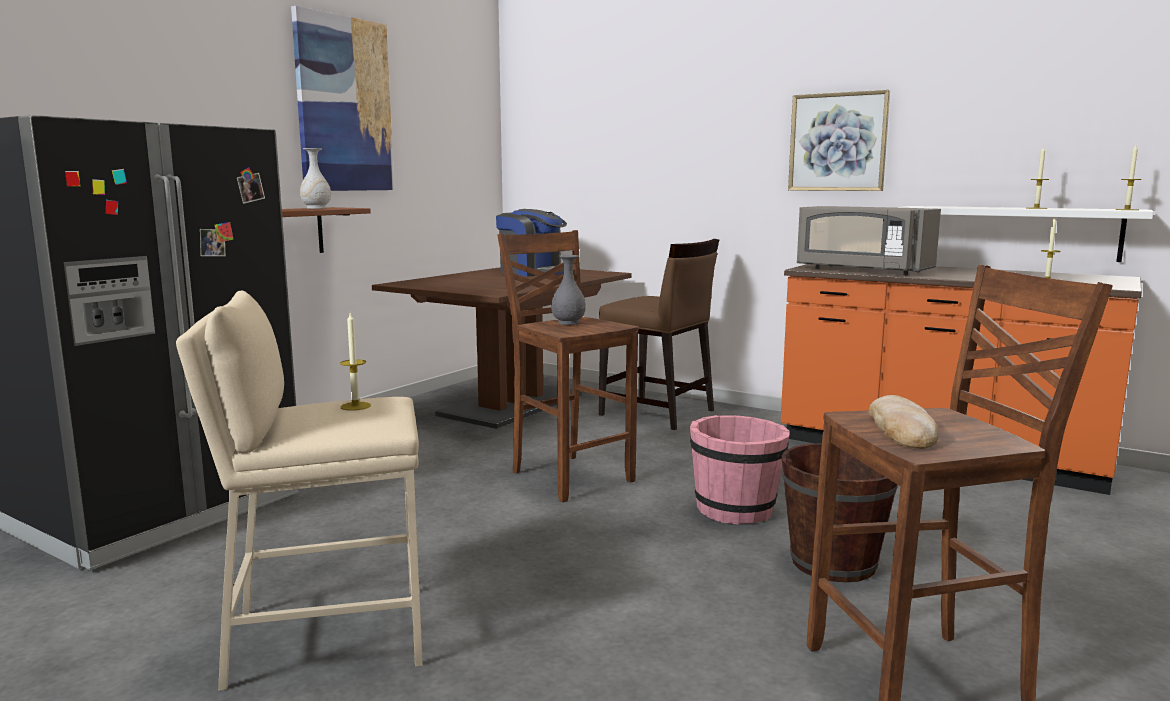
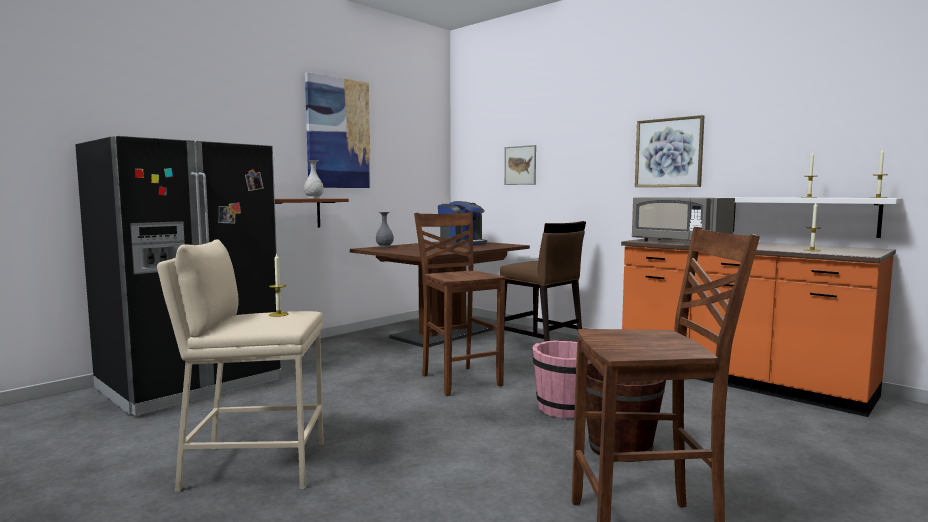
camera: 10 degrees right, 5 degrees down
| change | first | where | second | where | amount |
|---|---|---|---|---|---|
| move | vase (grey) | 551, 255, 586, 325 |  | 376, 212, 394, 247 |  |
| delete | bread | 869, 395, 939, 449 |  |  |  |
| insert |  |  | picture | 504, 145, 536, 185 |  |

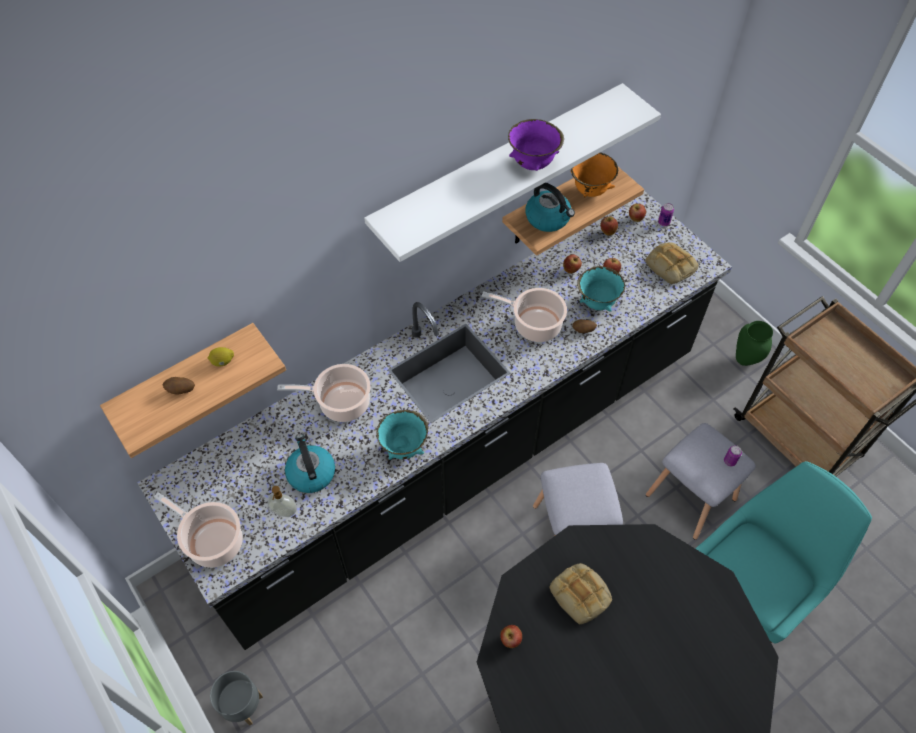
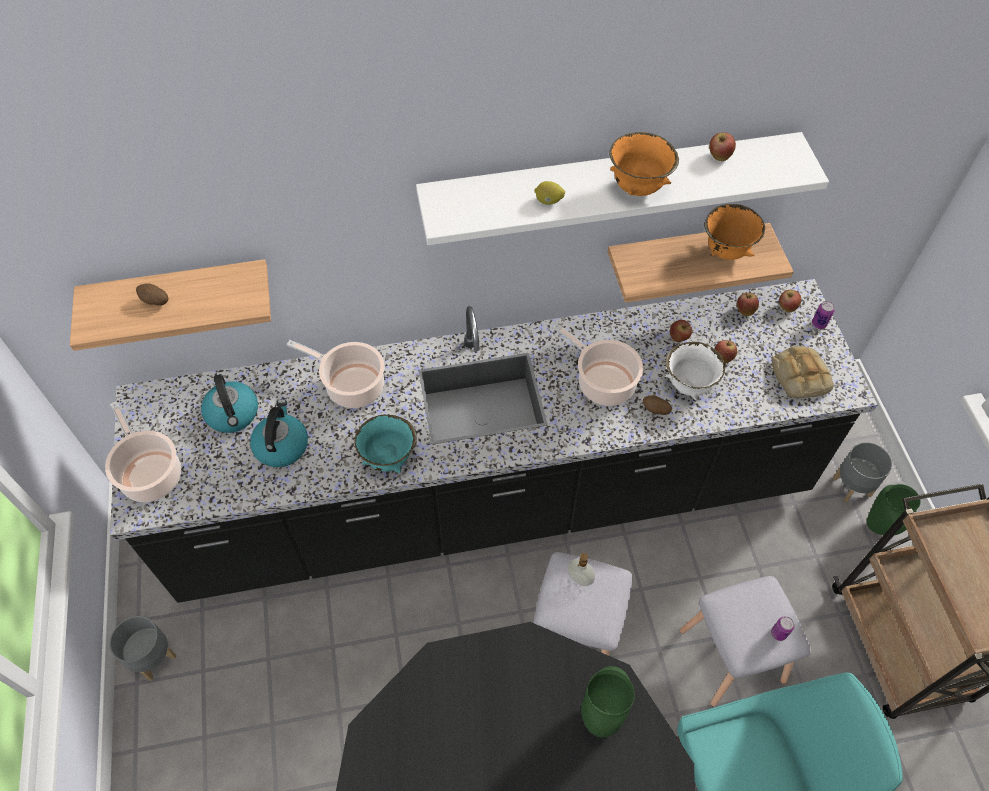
camera: 25 degrees right, 0 degrees up
| change | first | where | second | where | amount |
|---|---|---|---|---|---|
| move | lemon | 208, 347, 234, 367 |  | 535, 181, 565, 205 |  |
| move | soap dispenser | 267, 486, 297, 517 |  | 567, 553, 595, 586 |  |
| move | apple | 500, 625, 522, 648 |  | 709, 132, 736, 161 |  |
| recolor | bowl (purple) | 508, 119, 564, 171 | bowl (orange) | 609, 132, 679, 196 |  |
| move | kettle | 525, 183, 575, 232 |  | 201, 374, 258, 433 |  |
| delete | bread | 550, 563, 612, 624 |  |  |  |
| recolor | bowl (turquoise) | 577, 266, 625, 312 | bowl (white) | 665, 342, 725, 400 |  |
| insert |  |  | vase (green) | 581, 666, 635, 737 |  |
| insert |  |  | planter (grey) | 833, 442, 892, 503 |  |

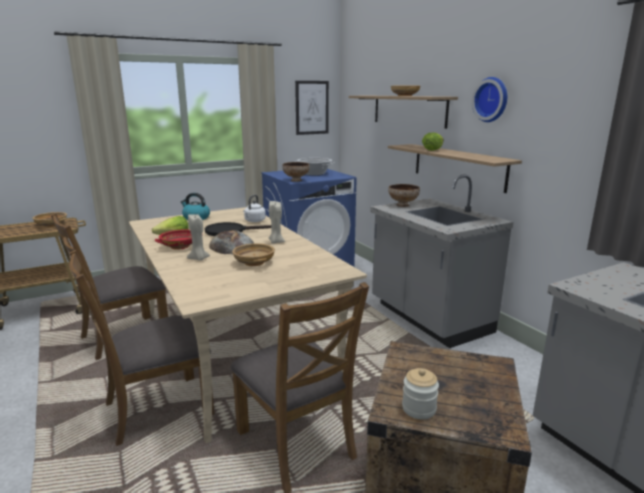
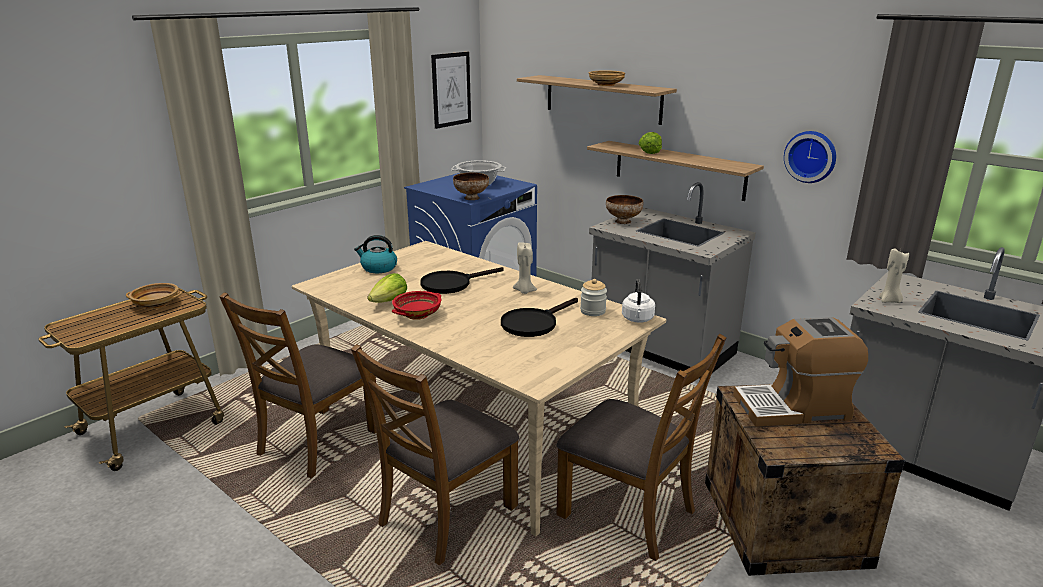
camera: 20 degrees left, 5 degrees up
| change | first | where | second | where | amount |
|---|---|---|---|---|---|
| move | candle (beige) | 187, 214, 210, 261 |  | 879, 248, 909, 303 |  |
| delete | bread | 209, 230, 254, 254 |  |  |  |
| replace | bowl (beige) | 232, 243, 275, 266 | frying pan (black) | 501, 298, 578, 337 |  |
| move | kettle (white) | 243, 195, 266, 222 |  | 622, 279, 655, 323 |  |
| move | jar | 402, 368, 439, 419 |  | 580, 279, 607, 316 |  |
| move | wall clock | 472, 77, 507, 122 |  | 784, 131, 836, 183 |  |
| insert |  |  | coffee machine | 733, 317, 868, 427 |  |

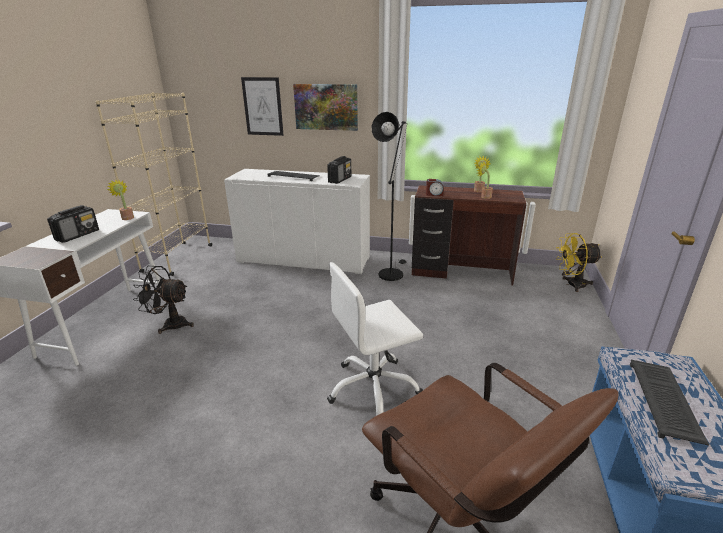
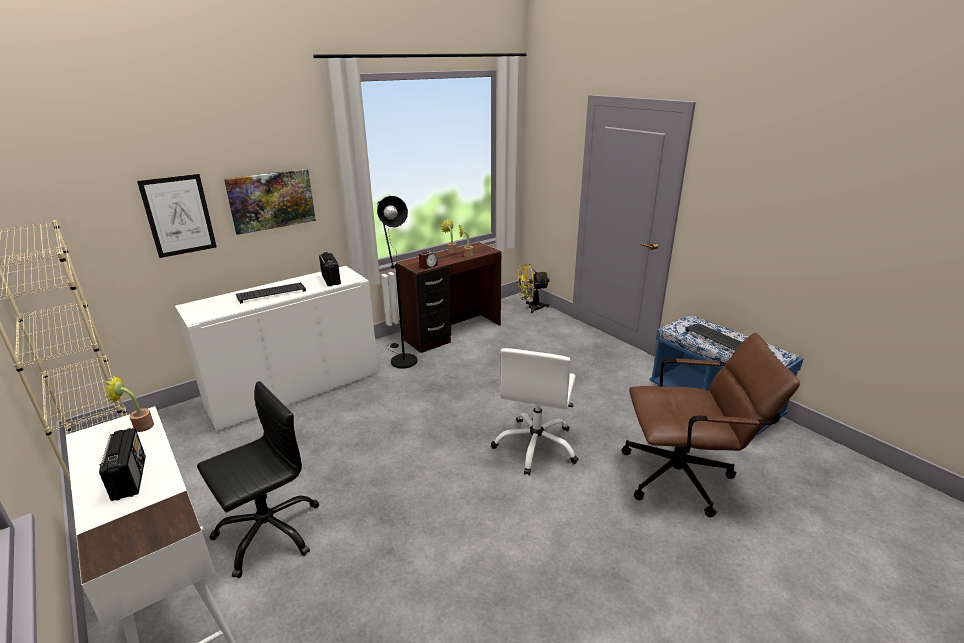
camera: 50 degrees left, 0 degrees up
| change | first | where | second | where | amount |
|---|---|---|---|---|---|
| replace | fan (black) | 133, 266, 194, 334 | office chair (black) | 197, 381, 319, 578 |  |
| rotate | fan (yellow) | 556, 233, 602, 292 |  | 517, 263, 550, 313 | 45 degrees clockwise |

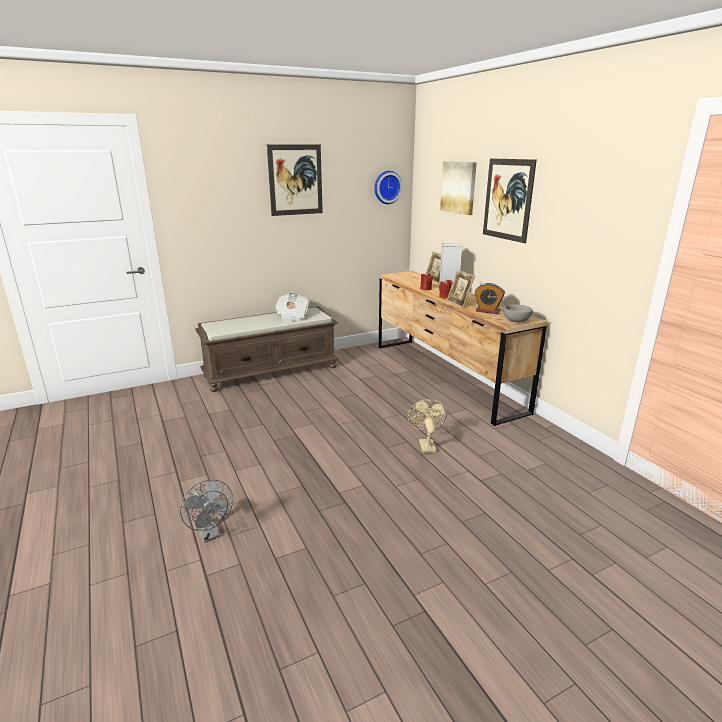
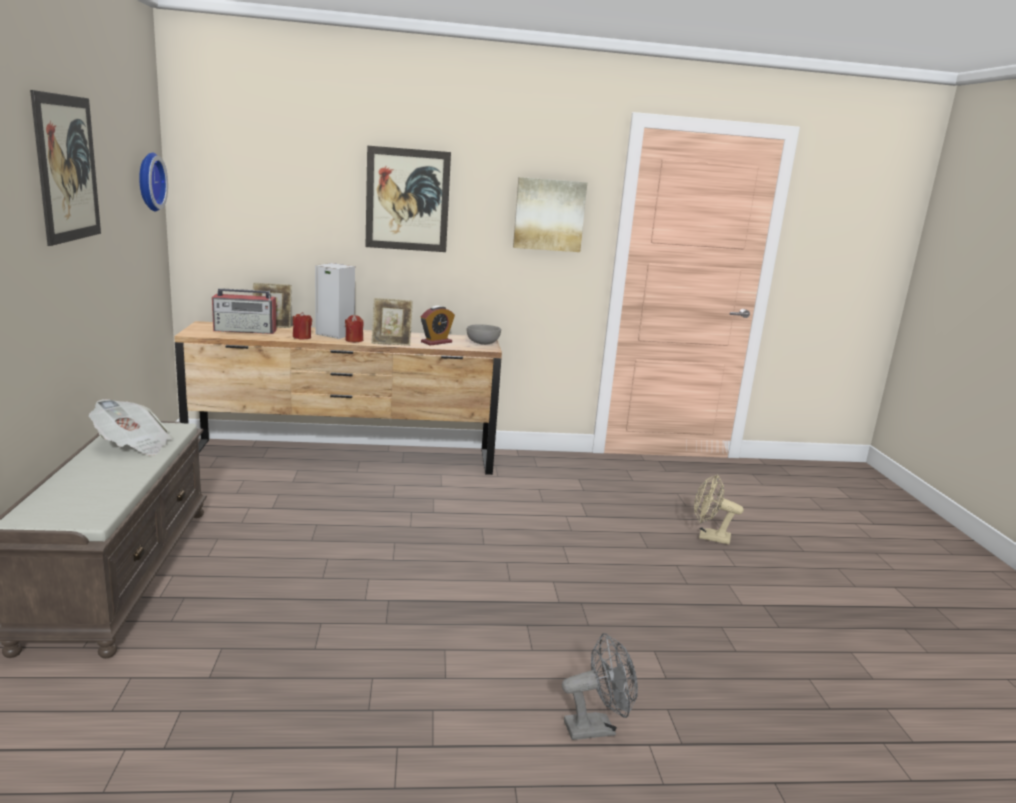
camera: 70 degrees left, 5 degrees down
| change | first | where | second | where | amount |
|---|---|---|---|---|---|
| move | fan (beige) | 408, 399, 447, 453 |  | 694, 474, 744, 544 |  |
| move | picture | 440, 161, 477, 215 |  | 513, 177, 587, 252 |  |
| insert |  |  | radio | 212, 288, 276, 334 |  |

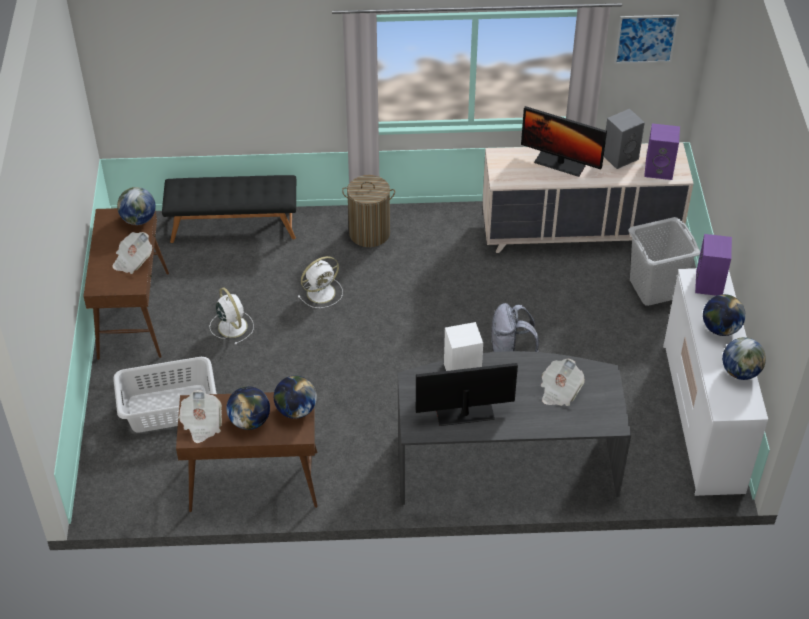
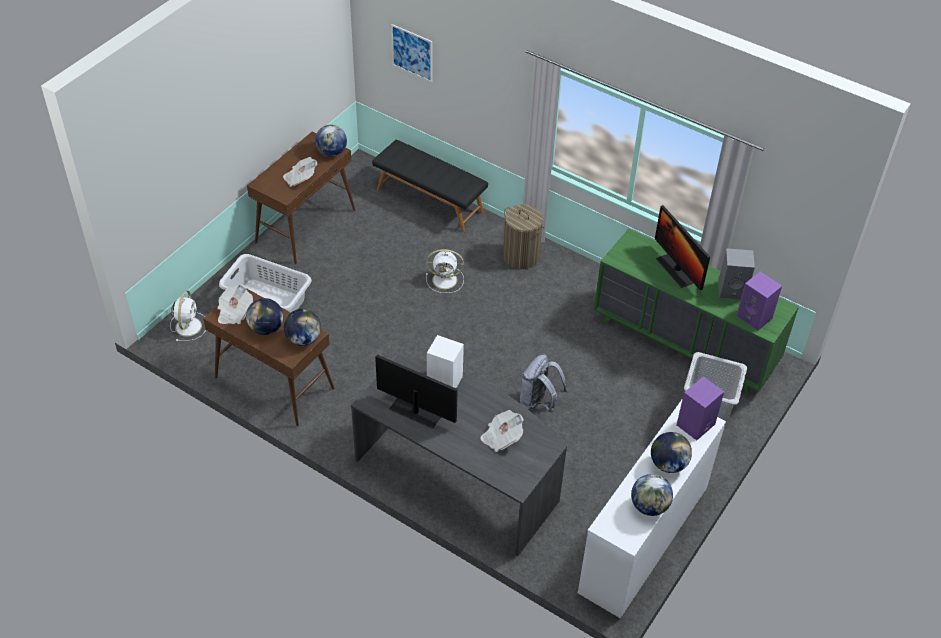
camera: 35 degrees right, 0 degrees up
| change | first | where | second | where | amount |
|---|---|---|---|---|---|
| move | fan (white) | 210, 287, 254, 344 |  | 170, 290, 206, 341 |  |
| recolor | dresser (beige) | 482, 143, 694, 253 | dresser (green) | 594, 229, 799, 394 |  |
| move | picture | 614, 15, 679, 64 |  | 391, 24, 432, 82 |  |

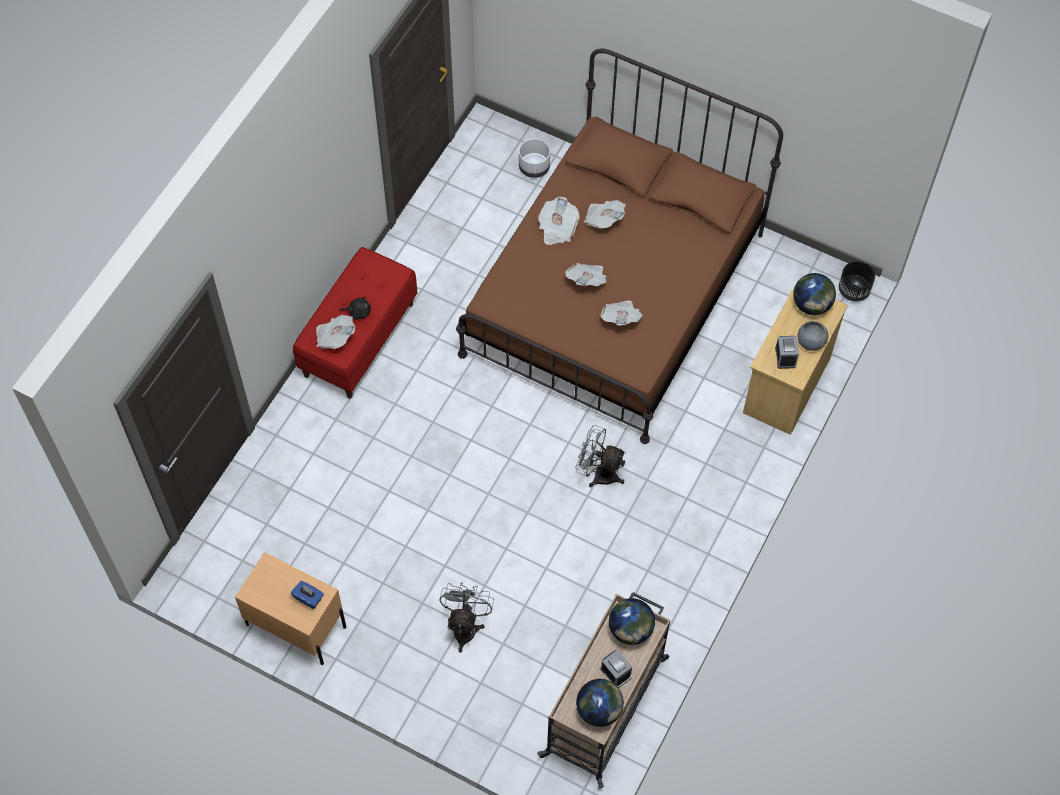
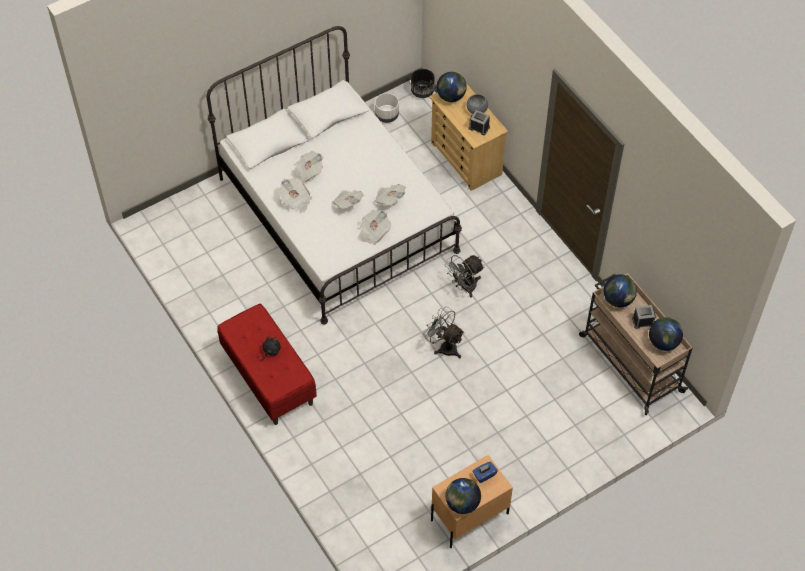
camera: 60 degrees left, 5 degrees down
| change | first | where | second | where | amount |
|---|---|---|---|---|---|
| move | newspaper | 316, 315, 355, 349 |  | 358, 210, 391, 245 |  |
| move | fan (grey) | 440, 582, 494, 652 |  | 424, 306, 465, 358 |  |
| recolor | bed (brown) | 456, 49, 783, 444 | bed (white) | 206, 26, 462, 324 |  |
| move | planter (white) | 519, 138, 550, 178 |  | 375, 93, 399, 123 |  |
| insert |  |  | globe | 445, 478, 481, 514 |  |

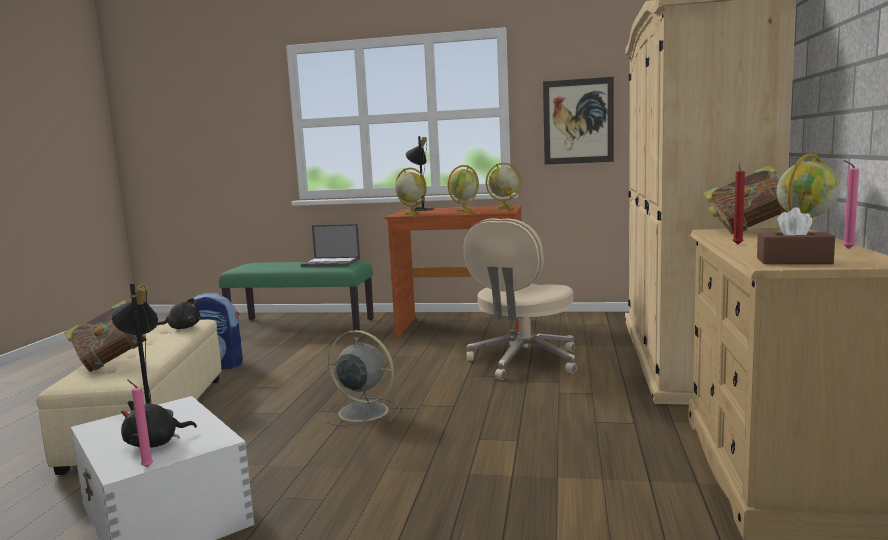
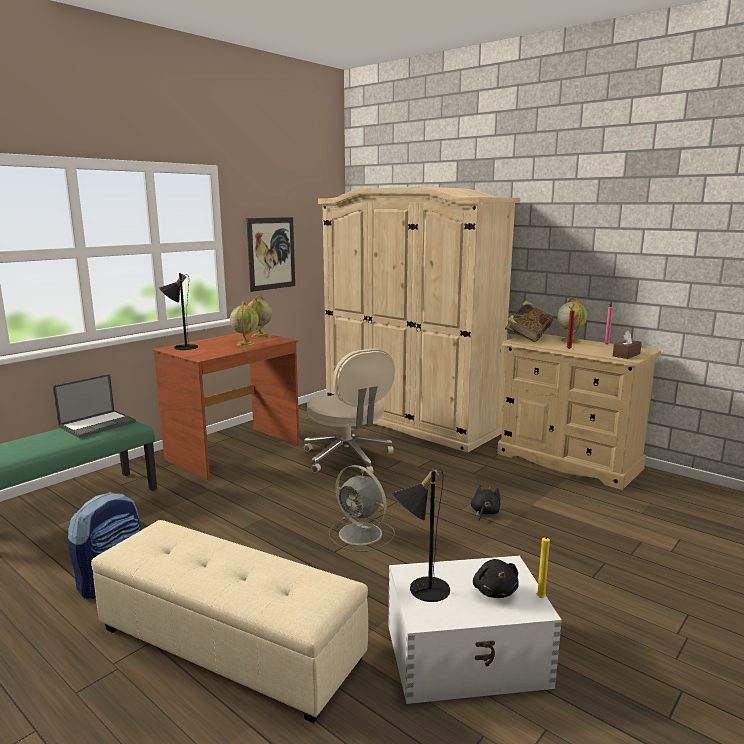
camera: 60 degrees left, 5 degrees up
| change | first | where | second | where | amount |
|---|---|---|---|---|---|
| delete | book | 64, 300, 147, 372 |  |  |  |
| recolor | candle (pink) | 127, 379, 153, 467 | candle (yellow) | 537, 535, 550, 598 |  |
| move | plush toy (black) | 155, 298, 201, 329 |  | 471, 485, 500, 521 |  |
| rotate | fan (grey) | 324, 330, 400, 426 |  | 329, 465, 395, 552 | 105 degrees counterclockwise |
| delete | globe | 395, 168, 427, 215 |  |  |  |

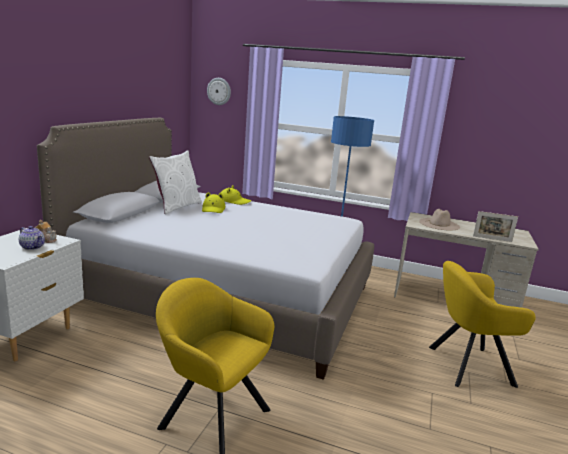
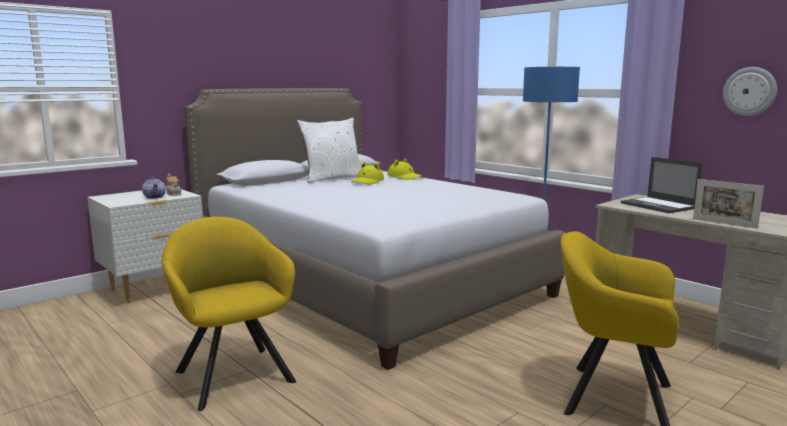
camera: 30 degrees right, 5 degrees down
| change | first | where | second | where | amount |
|---|---|---|---|---|---|
| move | wall clock | 207, 78, 231, 105 |  | 723, 67, 777, 116 |  |
| replace | hat (beige) | 419, 209, 460, 230 | laptop | 621, 157, 703, 213 |  |

